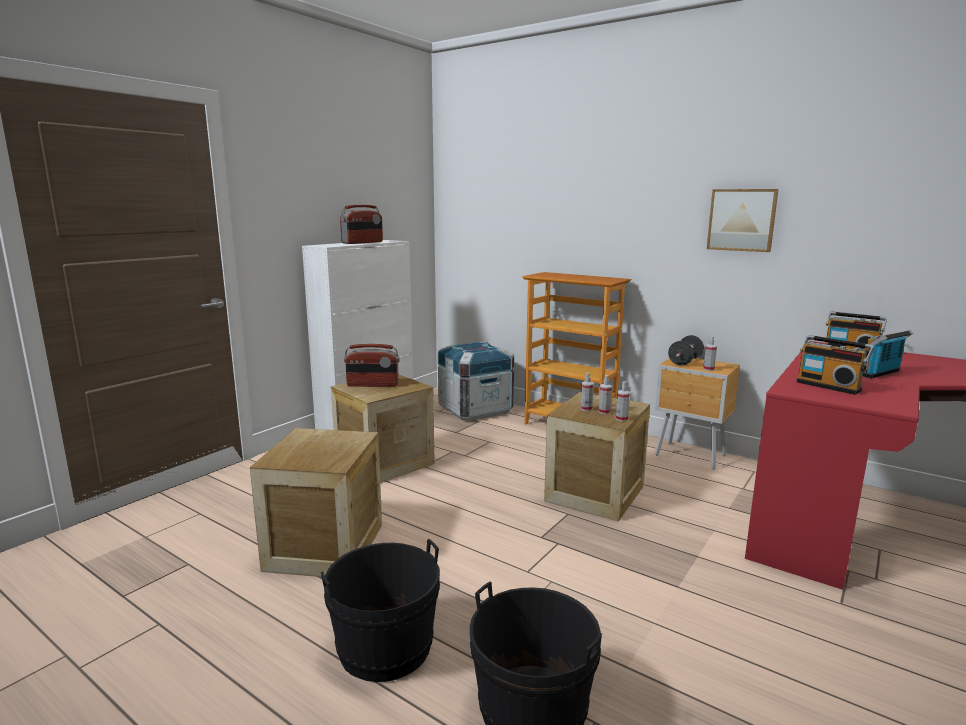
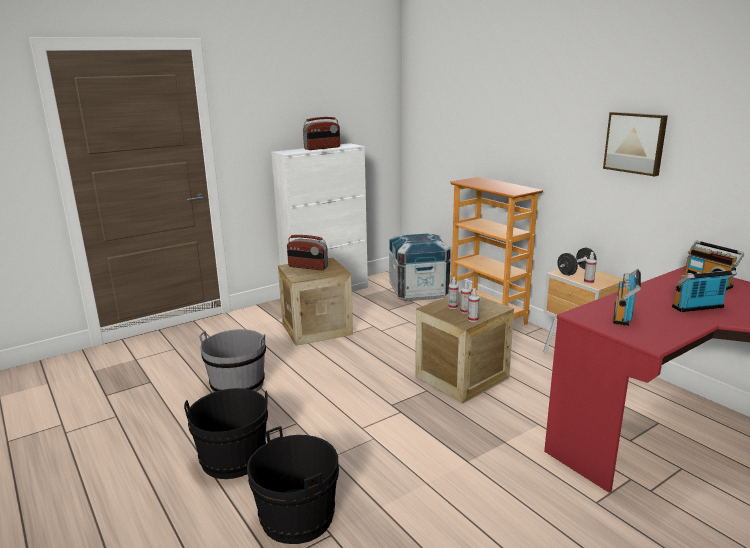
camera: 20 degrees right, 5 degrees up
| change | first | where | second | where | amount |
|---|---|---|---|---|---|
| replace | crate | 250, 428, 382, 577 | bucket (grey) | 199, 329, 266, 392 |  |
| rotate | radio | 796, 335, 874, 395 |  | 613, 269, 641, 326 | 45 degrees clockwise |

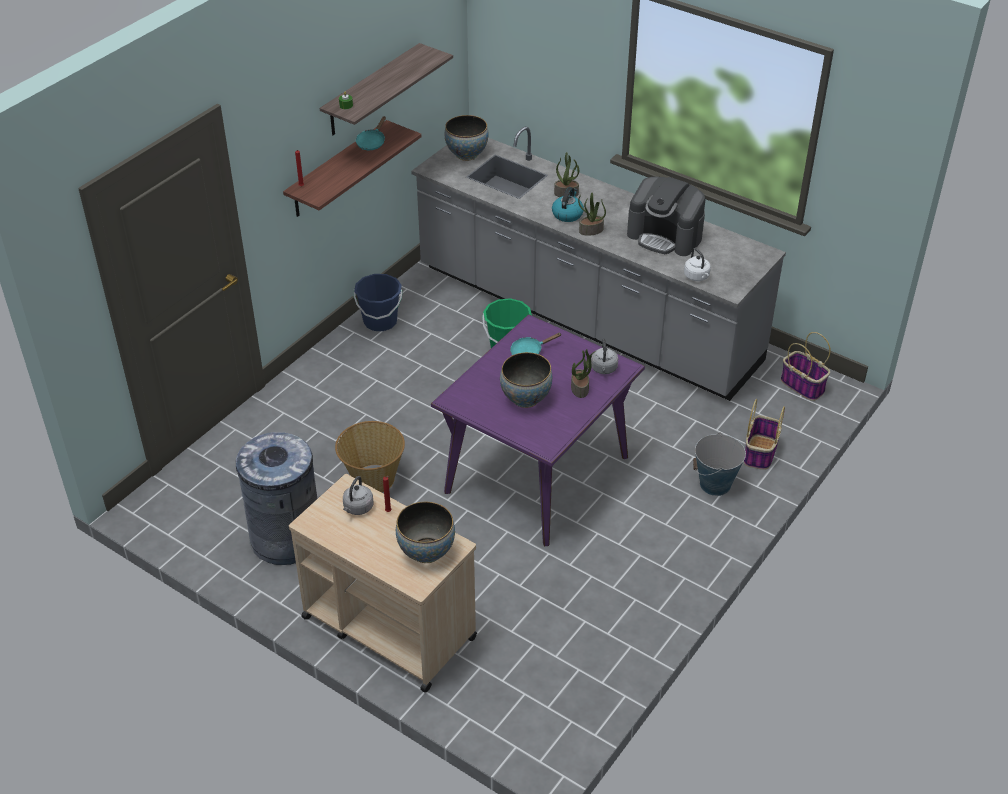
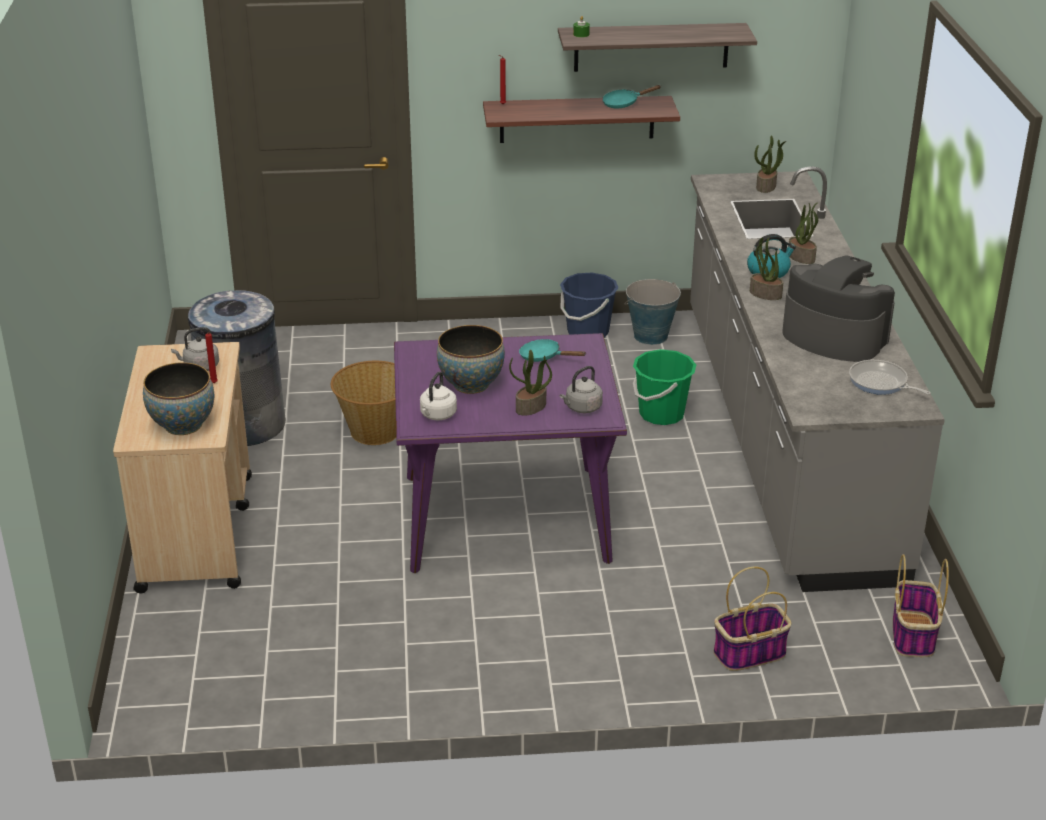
camera: 50 degrees right, 10 degrees down
| change | first | where | second | where | amount |
|---|---|---|---|---|---|
| replace | bowl | 445, 115, 488, 161 | potted plant | 754, 136, 786, 193 |  |
| rotate | coffee machine | 627, 177, 705, 256 |  | 782, 255, 895, 362 | 135 degrees clockwise |
| move | kettle (white) | 684, 248, 711, 281 |  | 420, 372, 457, 420 |  |
| move | bucket | 693, 433, 746, 496 |  | 624, 279, 681, 345 |  |
| insert |  |  | frying pan | 849, 360, 931, 395 |  |

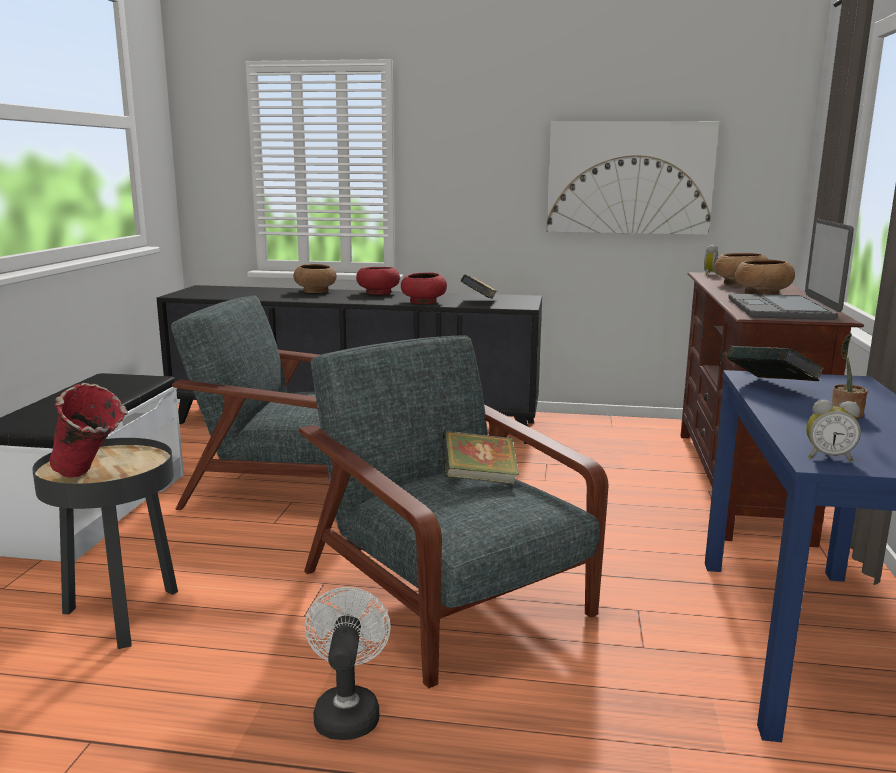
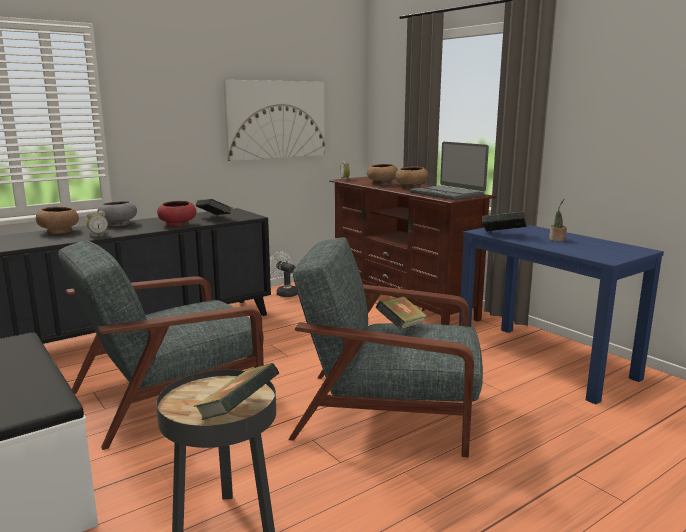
camera: 45 degrees left, 0 degrees up
| change | first | where | second | where | amount |
|---|---|---|---|---|---|
| replace | vase (red) | 50, 383, 128, 478 | book | 194, 363, 280, 420 |  |
| move | fan (white) | 305, 587, 391, 740 |  | 270, 251, 298, 297 |  |
| recolor | bowl (red) | 356, 267, 400, 295 | bowl (grey) | 97, 201, 137, 226 |  |
| move | alarm clock | 806, 400, 861, 462 |  | 87, 211, 108, 236 |  |

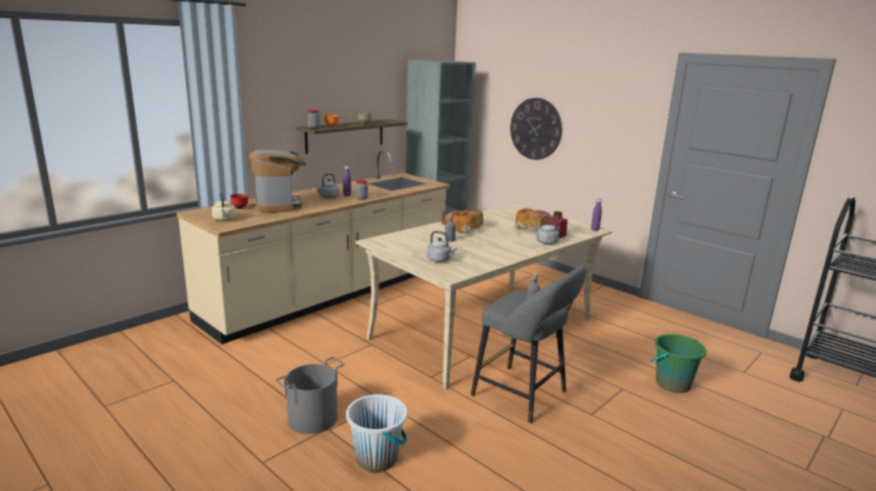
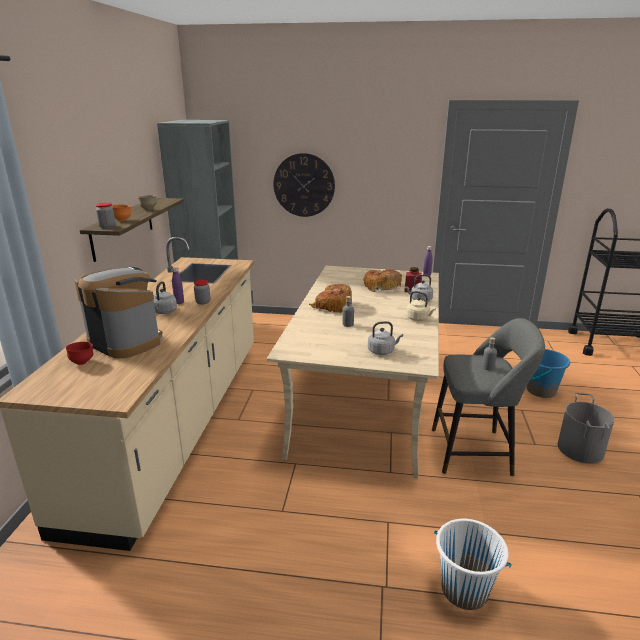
camera: 35 degrees left, 5 degrees up
| change | first | where | second | where | amount |
|---|---|---|---|---|---|
| move | kettle (beige) | 212, 191, 236, 221 |  | 406, 291, 436, 321 |  |
| move | bucket (grey) | 275, 357, 345, 434 |  | 558, 393, 614, 464 |  |
| recolor | bucket (green) | 651, 334, 707, 393 | bucket (blue) | 527, 349, 570, 398 |  |

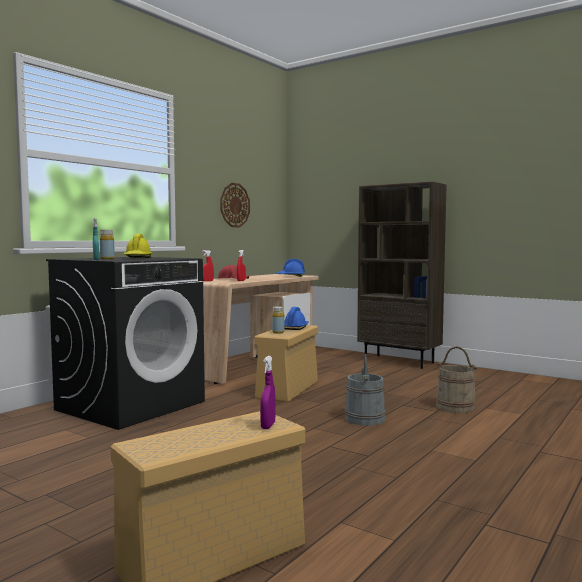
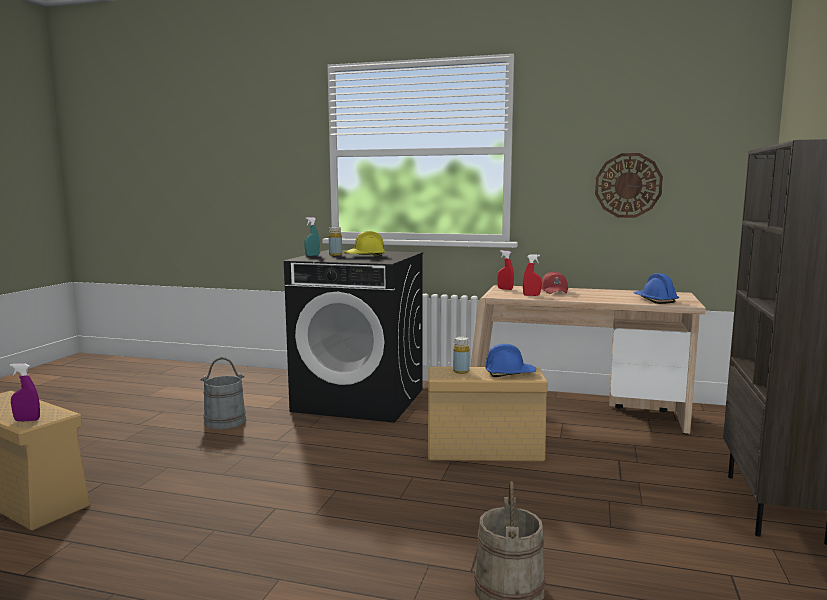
camera: 70 degrees right, 5 degrees up
| change | first | where | second | where | amount |
|---|---|---|---|---|---|
| move | bucket (grey) | 345, 354, 386, 426 |  | 200, 357, 246, 429 |  |

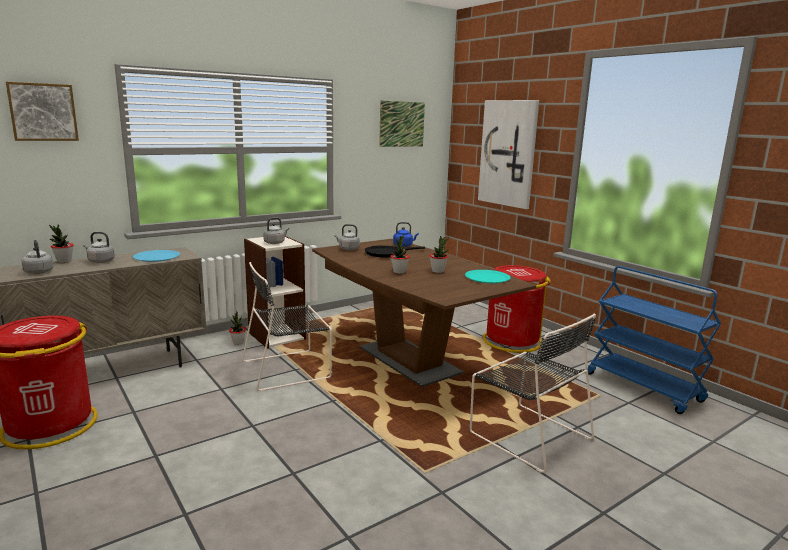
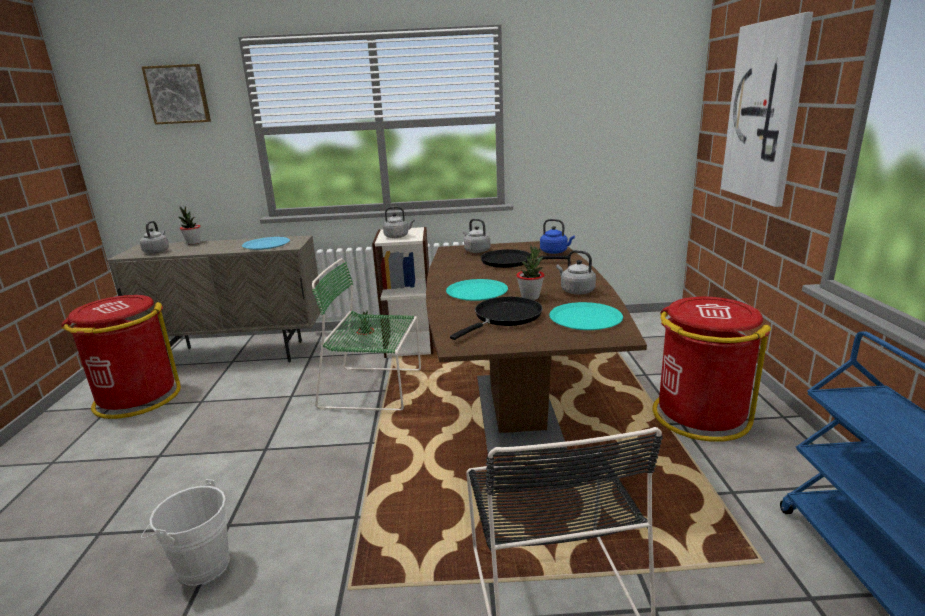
camera: 35 degrees right, 5 degrees up
| change | first | where | second | where | amount |
|---|---|---|---|---|---|
| move | kettle (grey) | 83, 232, 115, 263 |  | 556, 250, 596, 294 |  |
| recolor | chair (black) | 242, 262, 332, 391 | chair (green) | 312, 258, 421, 411 |  |
| delete | picture | 379, 100, 425, 147 |  |  |  |
| replace | potted plant | 390, 235, 409, 274 | plate (turquoise) | 446, 279, 508, 301 |  |
| insert |  |  | bucket (white) | 141, 479, 230, 586 |  |
| insert |  |  | frying pan (black) | 450, 297, 542, 340 |  |

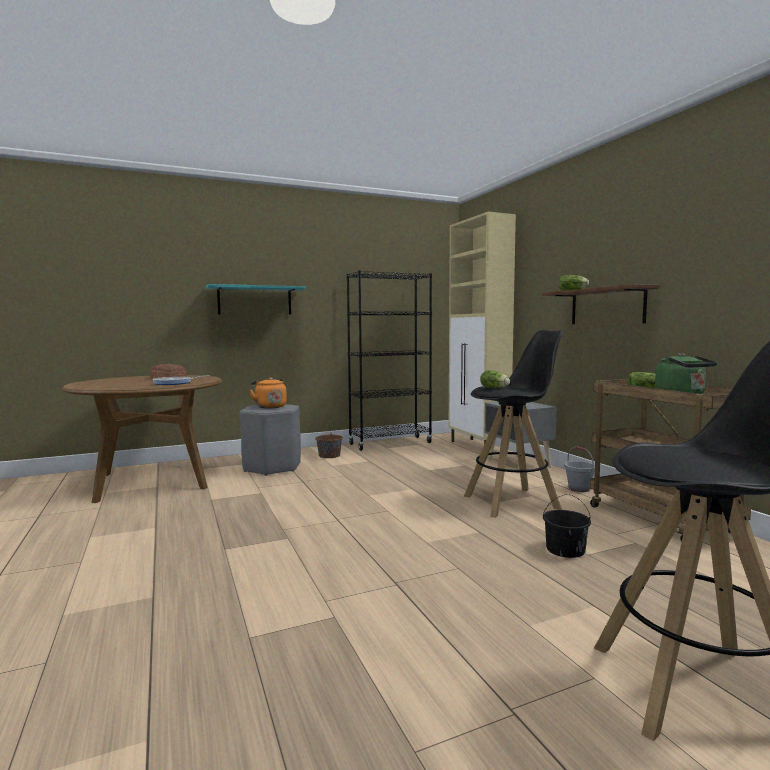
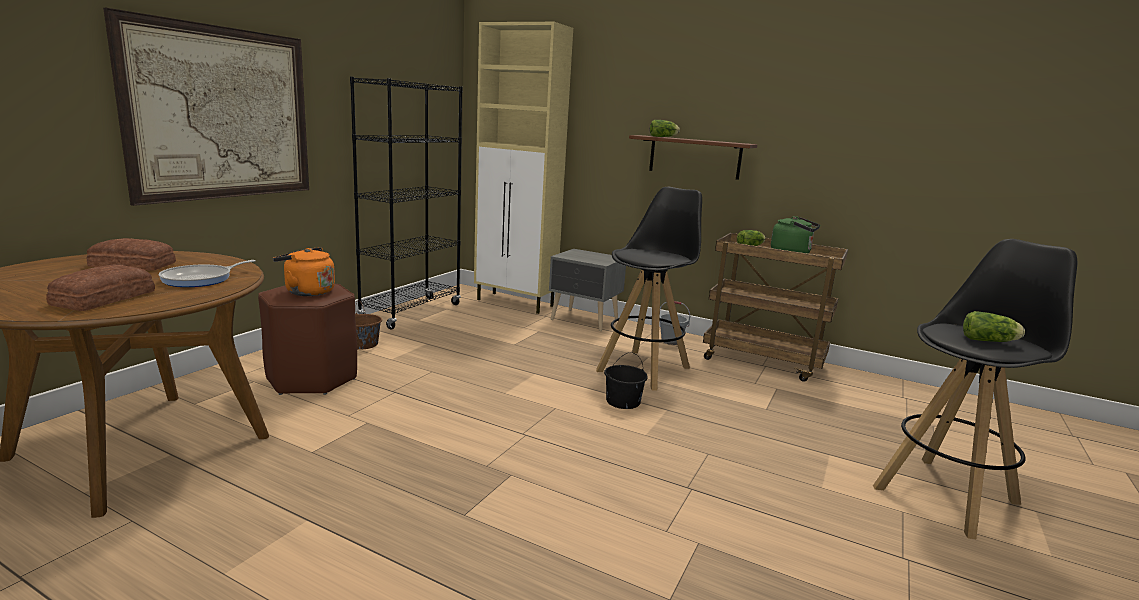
camera: 40 degrees left, 10 degrees up
| change | first | where | second | where | amount |
|---|---|---|---|---|---|
| replace | shelf (turquoise) | 206, 284, 306, 314 | picture | 103, 8, 309, 206 |  |
| recolor | stool (grey) | 240, 404, 301, 476 | stool (brown) | 258, 284, 357, 395 |  |
| move | lettuce | 480, 370, 510, 388 |  | 963, 311, 1025, 342 |  |
| move | bucket (black) | 543, 494, 591, 558 |  | 604, 352, 648, 409 |  |
| insert |  |  | bread | 46, 264, 155, 311 |  |

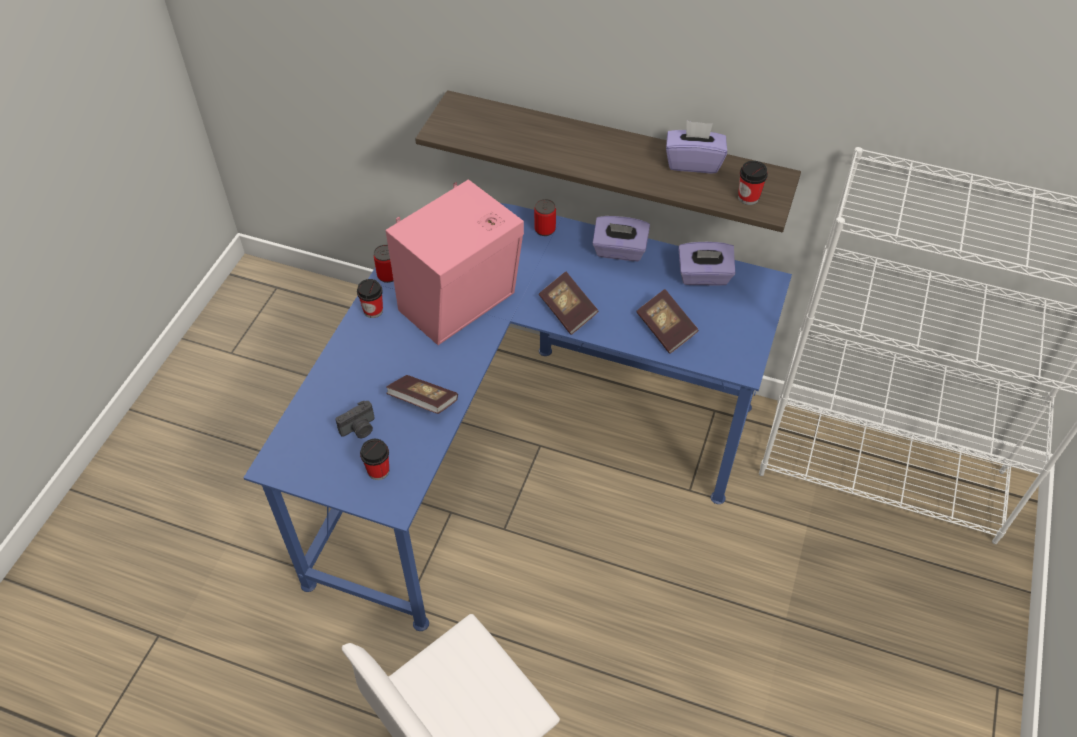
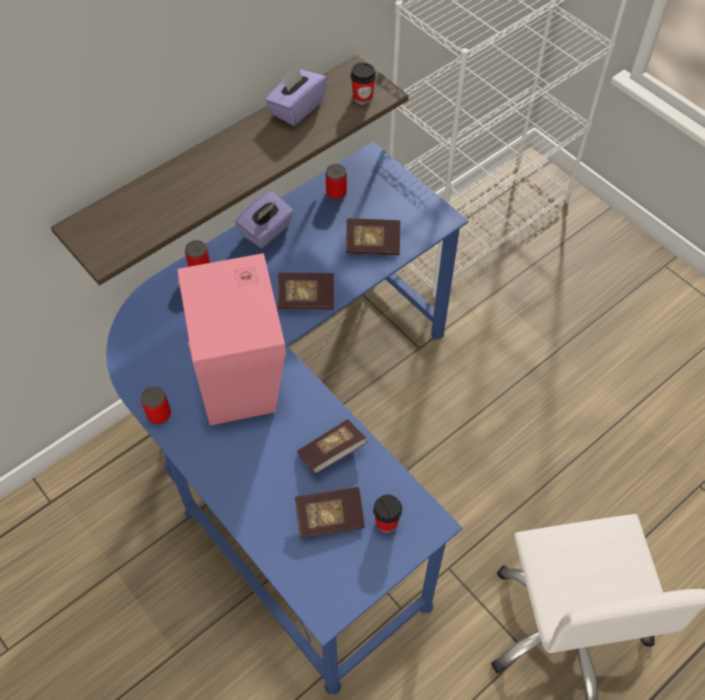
camera: 60 degrees left, 5 degrees up
| change | first | where | second | where | amount |
|---|---|---|---|---|---|
| replace | photo camera | 335, 401, 375, 438 | book | 295, 487, 365, 538 |  |
| delete | cup | 357, 279, 383, 318 |  |  |  |
| replace | tissue box (purple) | 678, 242, 735, 286 | can | 326, 164, 347, 200 |  |

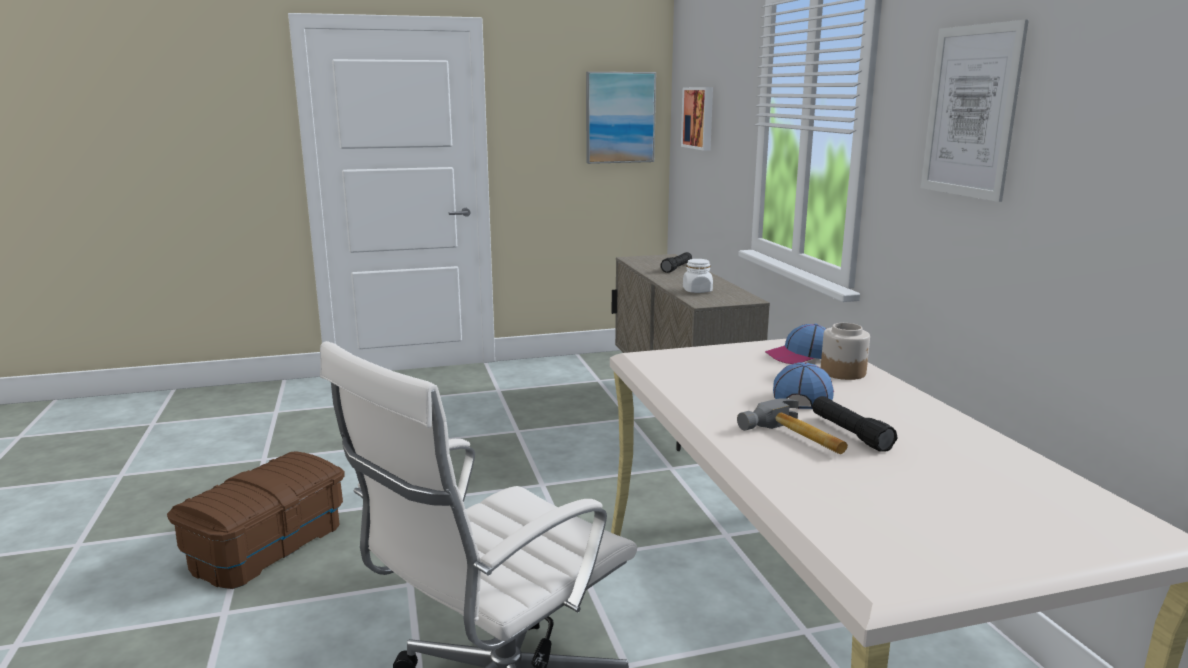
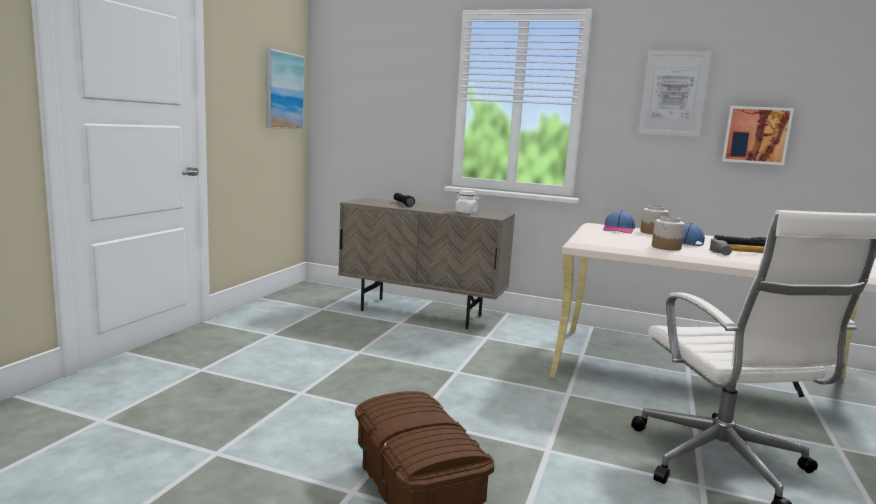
camera: 55 degrees left, 5 degrees down
| change | first | where | second | where | amount |
|---|---|---|---|---|---|
| move | picture | 681, 87, 713, 151 |  | 722, 106, 794, 165 |  |
| insert |  |  | jar | 652, 216, 685, 251 |  |

